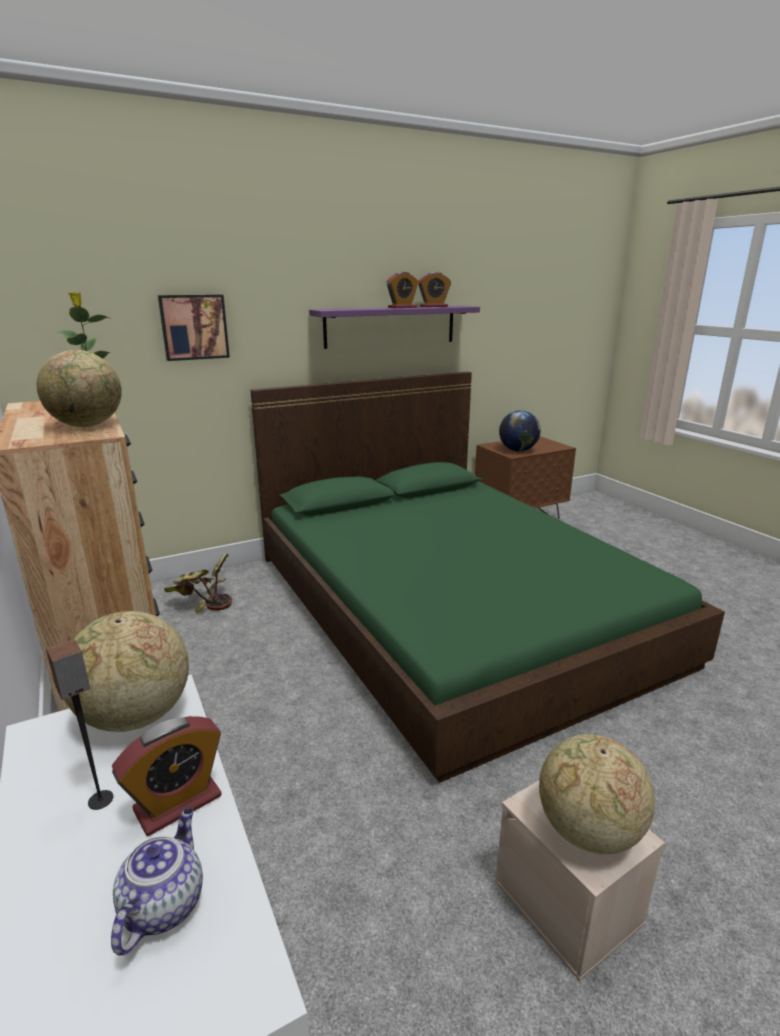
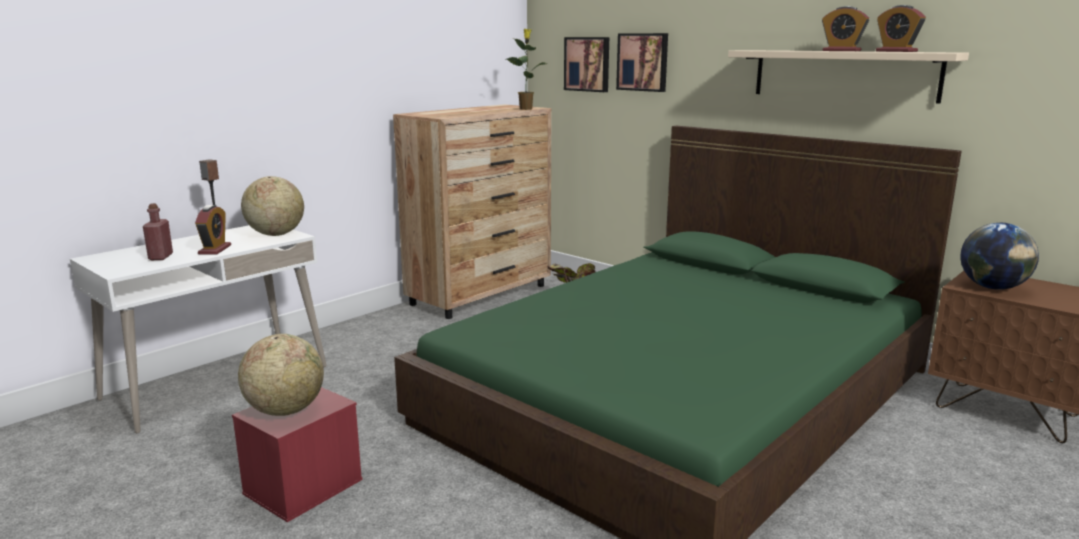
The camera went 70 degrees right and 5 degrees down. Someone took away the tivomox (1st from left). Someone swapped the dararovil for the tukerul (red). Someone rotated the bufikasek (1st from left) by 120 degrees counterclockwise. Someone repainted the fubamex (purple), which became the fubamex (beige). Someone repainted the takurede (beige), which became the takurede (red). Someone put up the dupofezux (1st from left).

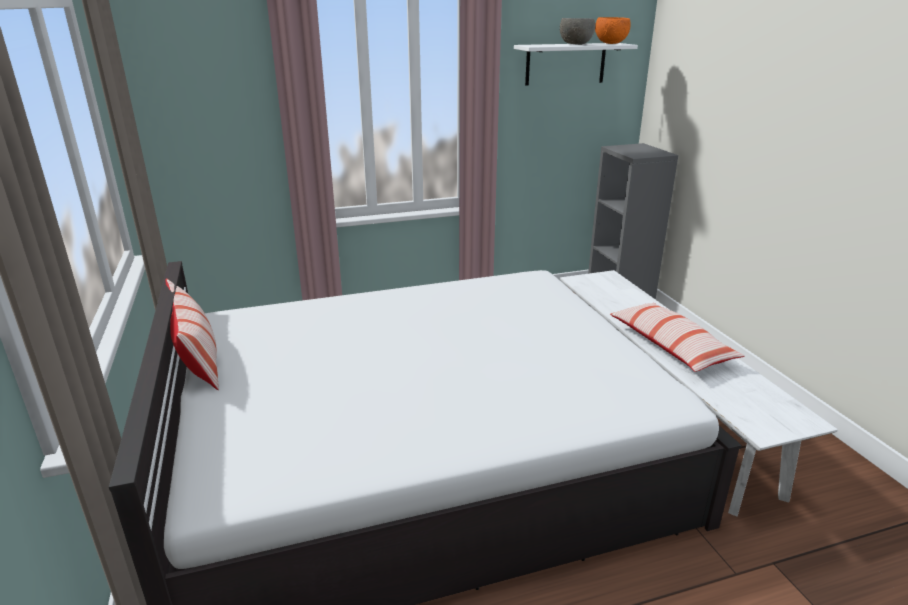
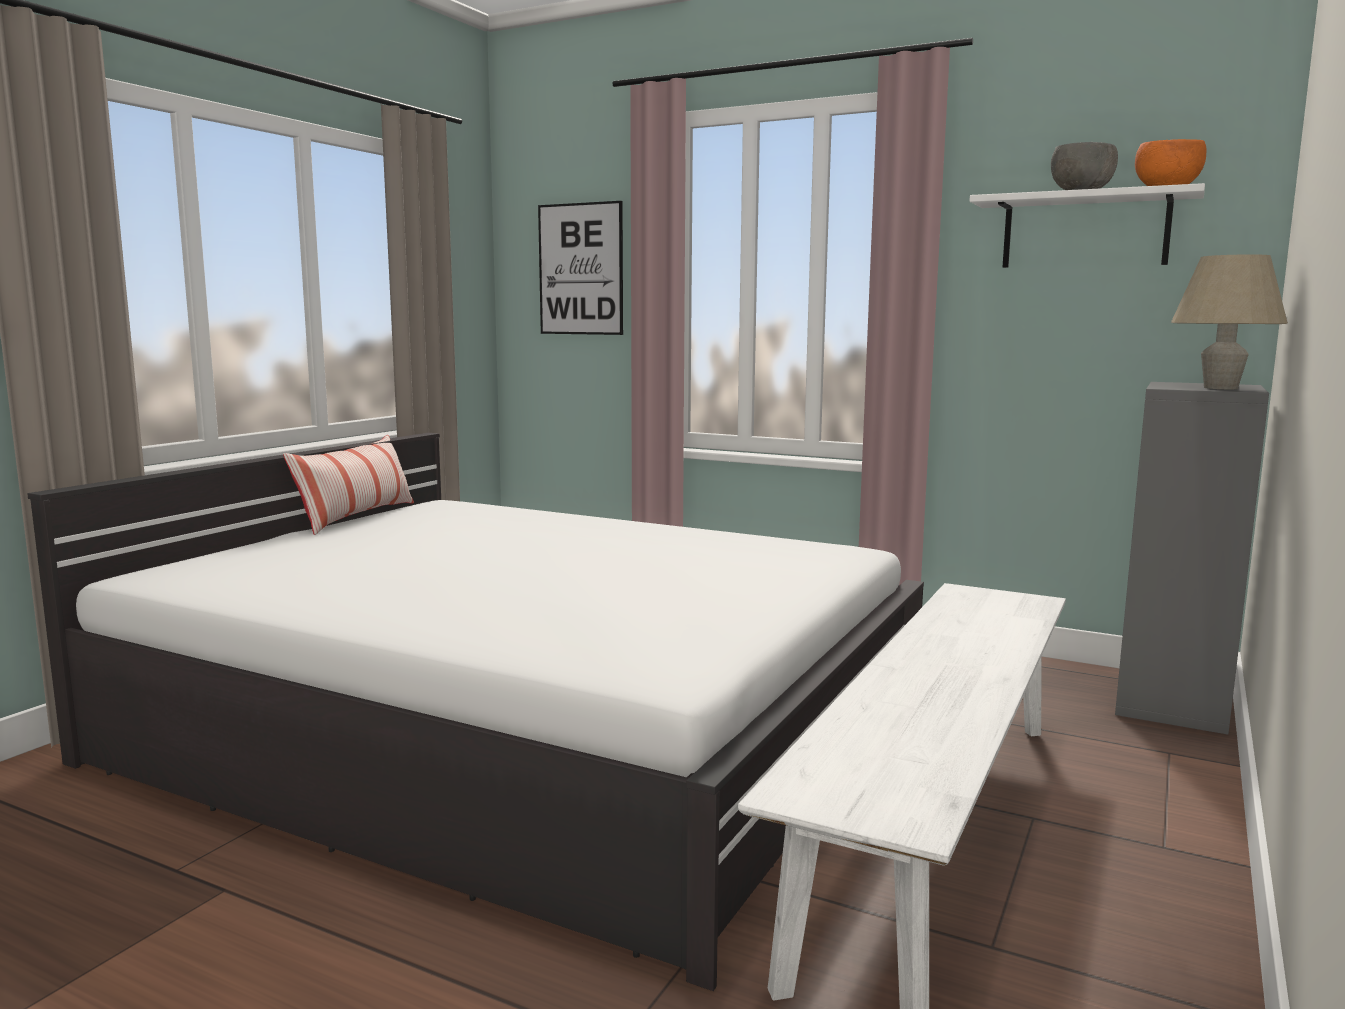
The camera went 45 degrees right and 15 degrees down. Someone took away the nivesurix (2nd from left). Someone put up the dupofezux. Someone put down the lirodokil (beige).

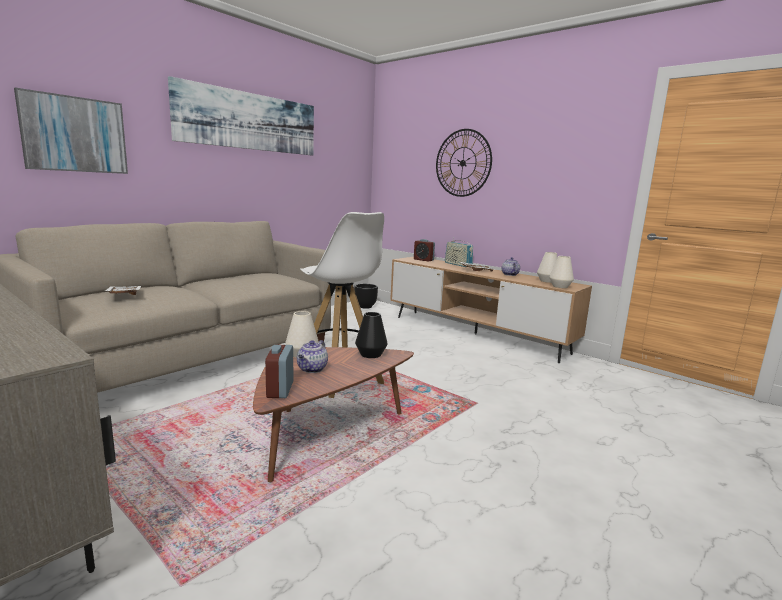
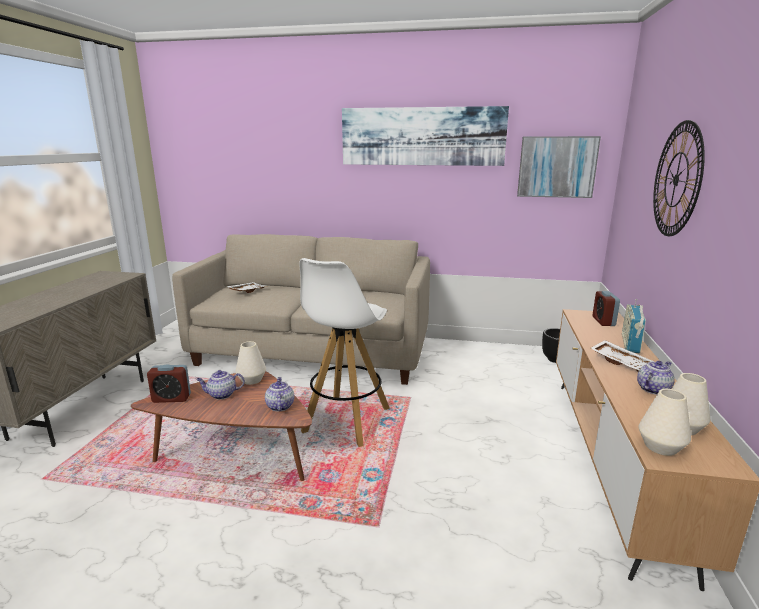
The camera went 60 degrees right and 5 degrees up. Someone carried the dupofezux (1st from left in the first image). Someone rotated the bufikasek (1st from left) by 150 degrees counterclockwise. Someone swapped the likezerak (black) for the dararovil (2nd from left).

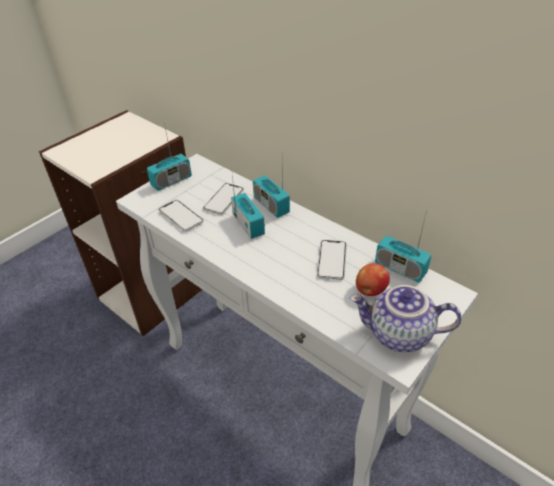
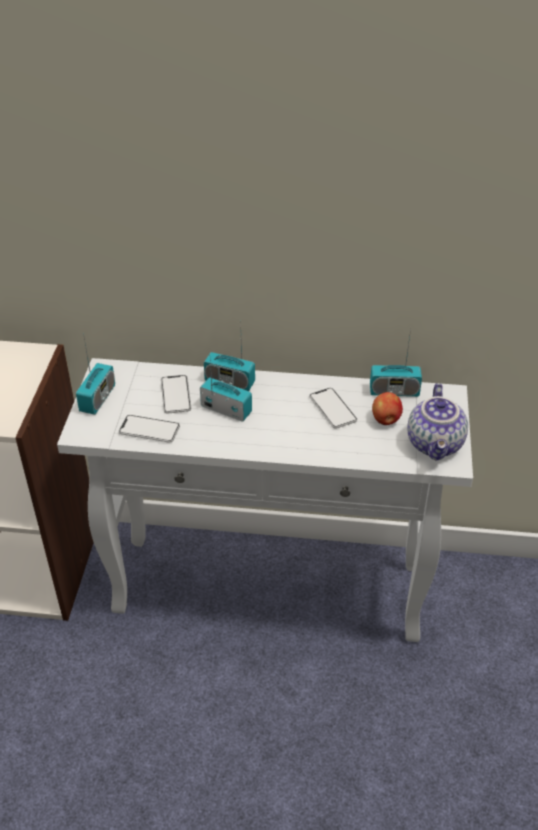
The camera went 35 degrees left and 0 degrees up. Someone rotated the dararovil by 60 degrees counterclockwise.

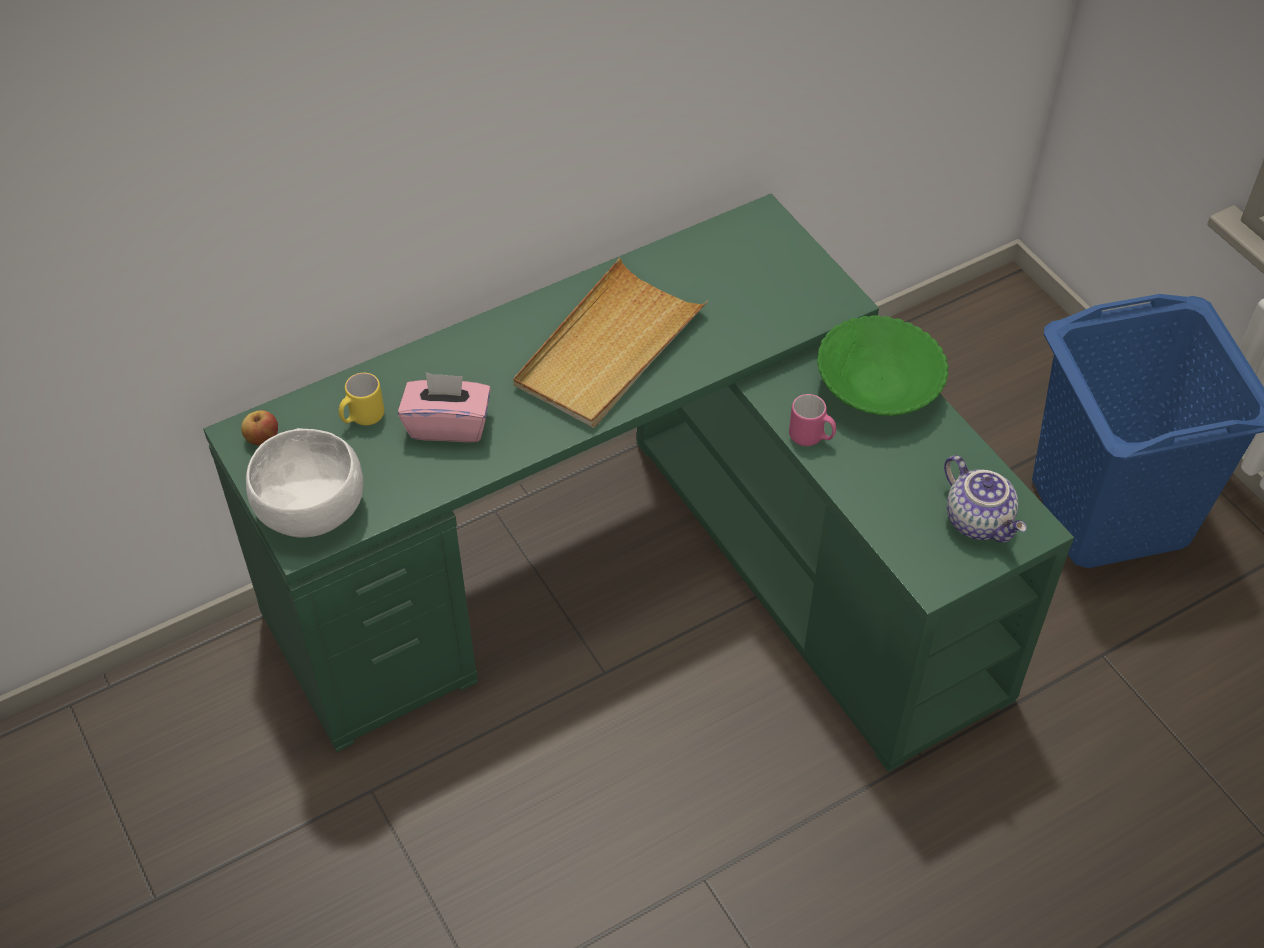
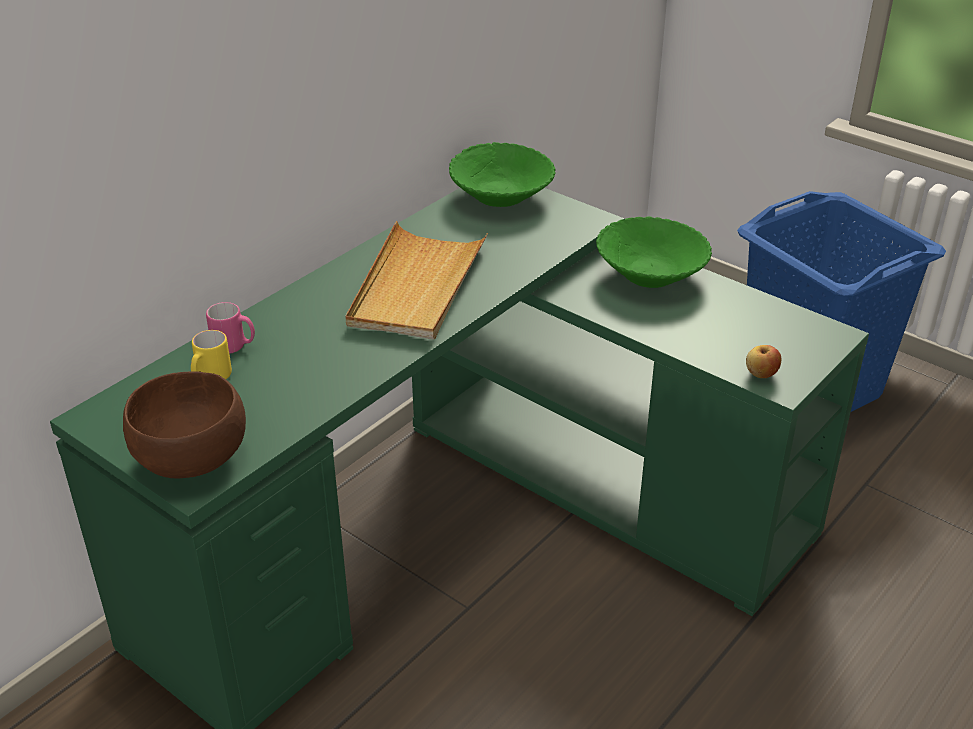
The camera went 20 degrees left and 15 degrees down. Someone carried the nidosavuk. Someone repainted the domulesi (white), which became the domulesi (brown). Someone took away the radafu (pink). Someone carried the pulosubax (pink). Someone took away the dararovil. Someone put down the domulesi (green) (1st from left).

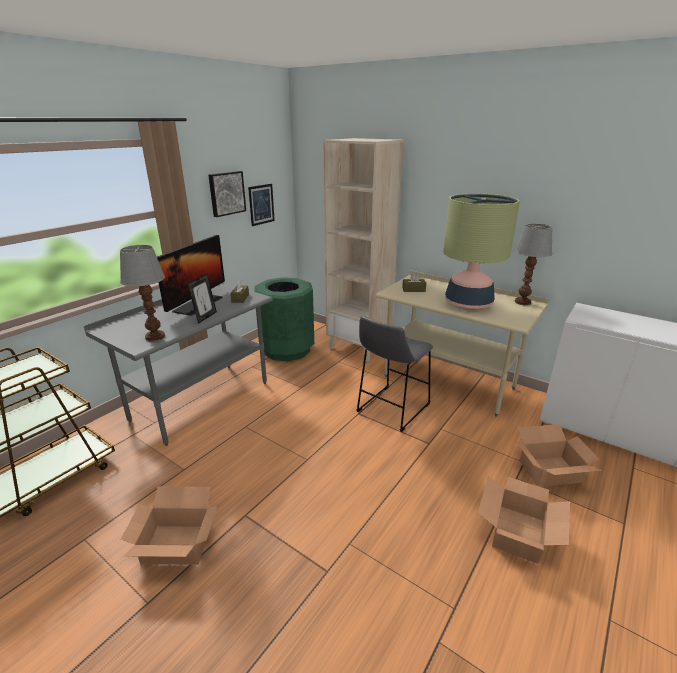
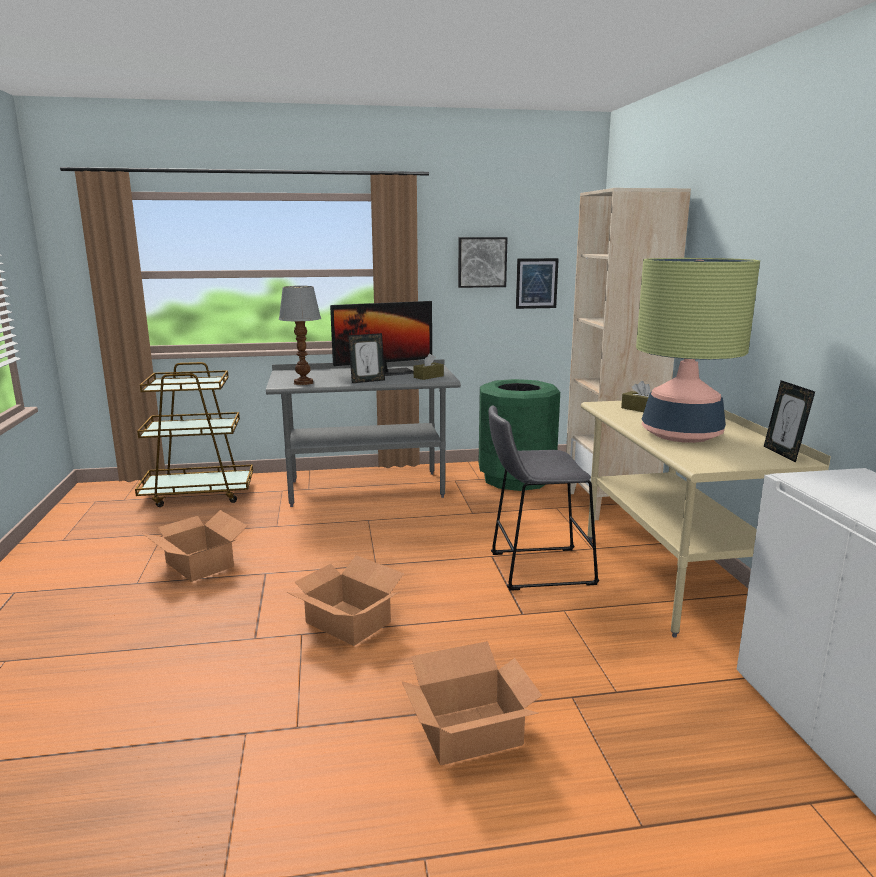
The camera went 45 degrees right and 10 degrees down. Someone swapped the lirodokil (3rd from left) for the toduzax (2nd from left). Someone carried the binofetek (3rd from left in the first image).

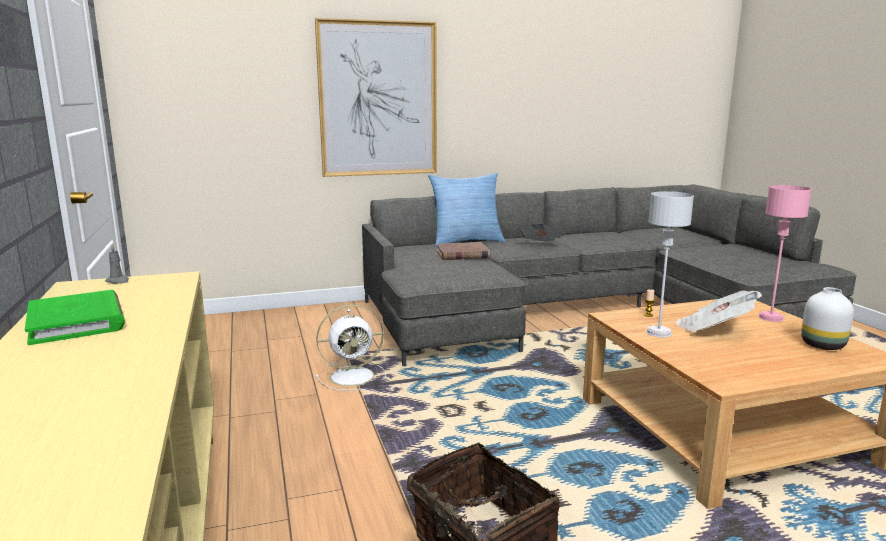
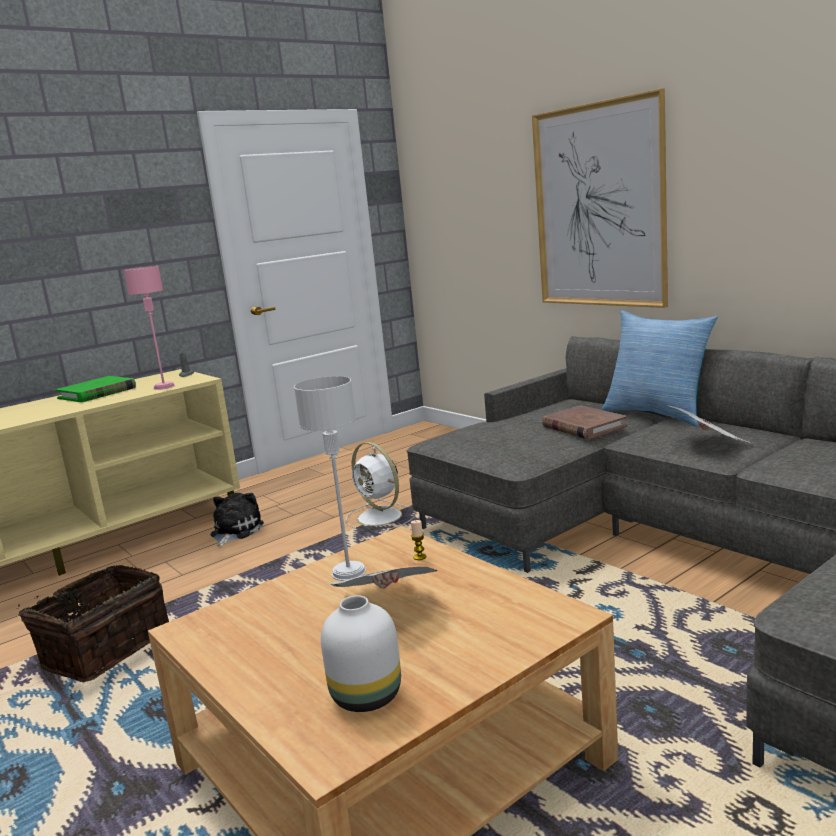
The camera went 70 degrees right and 0 degrees up. Someone carried the lirodokil (pink). Someone put down the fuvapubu.

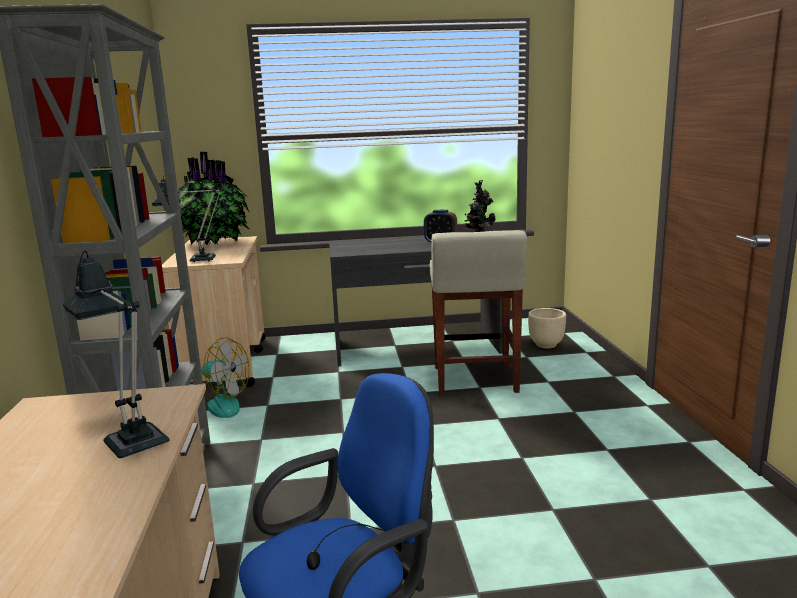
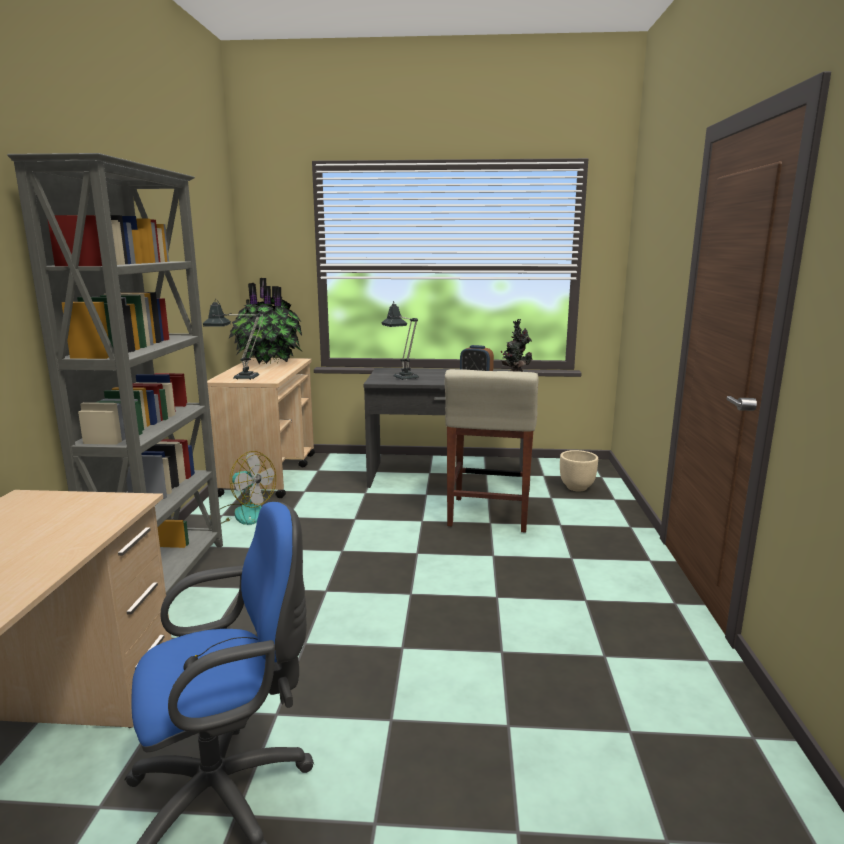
The camera went 10 degrees right and 0 degrees up. Someone carried the lirodokil (1st from left in the first image).

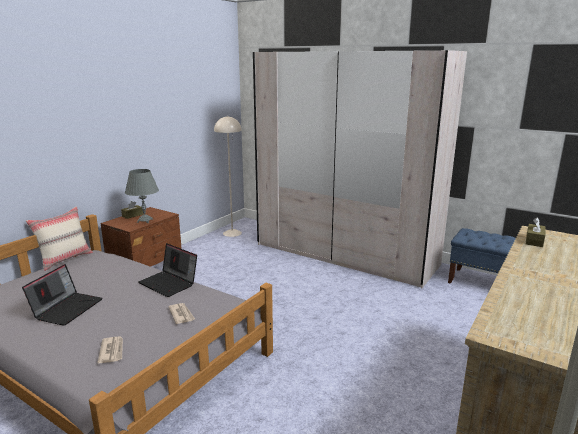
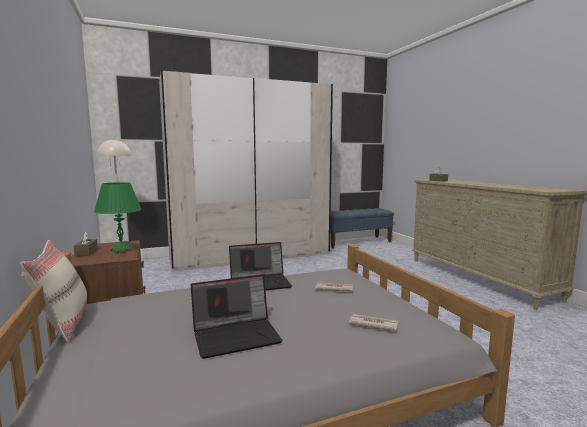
The camera went 55 degrees left and 10 degrees down. Someone rotated the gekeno (1st from left) by 105 degrees clockwise. Someone repainted the lirodokil (grey), which became the lirodokil (green).

